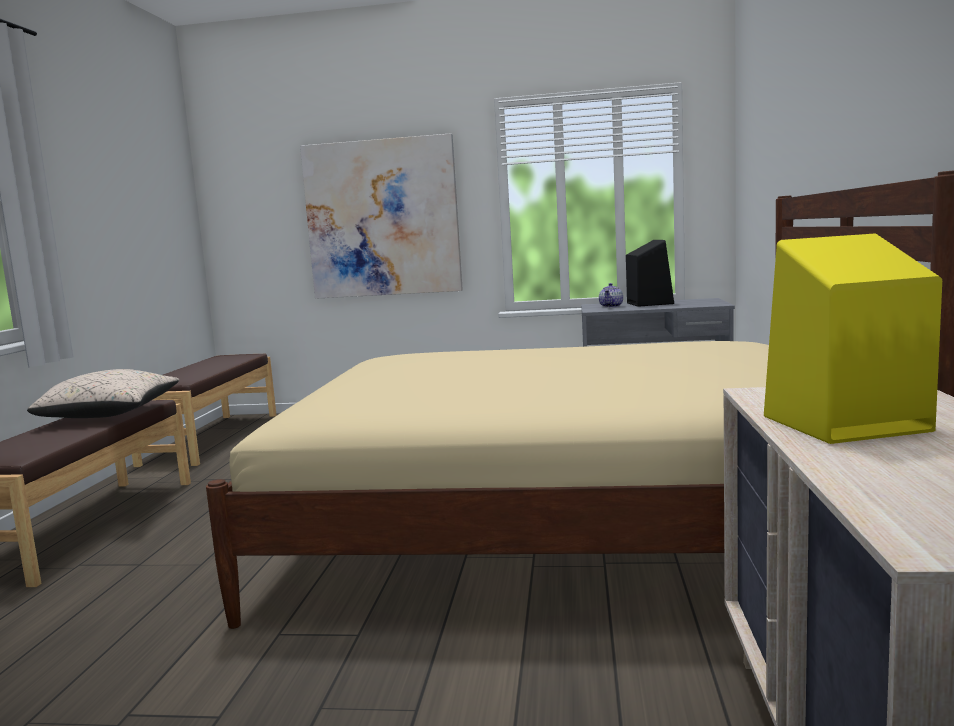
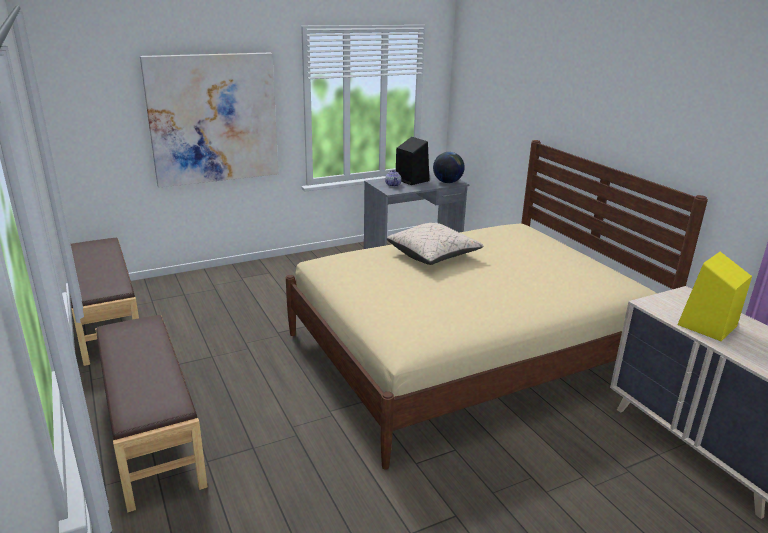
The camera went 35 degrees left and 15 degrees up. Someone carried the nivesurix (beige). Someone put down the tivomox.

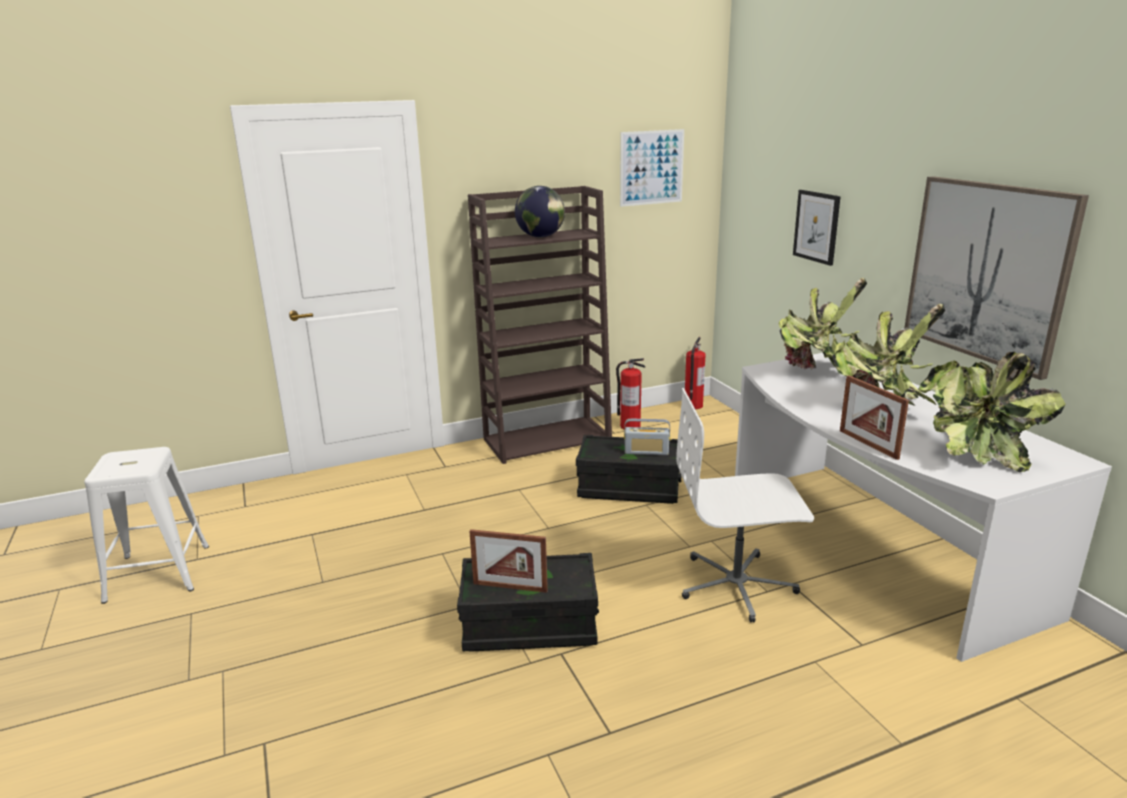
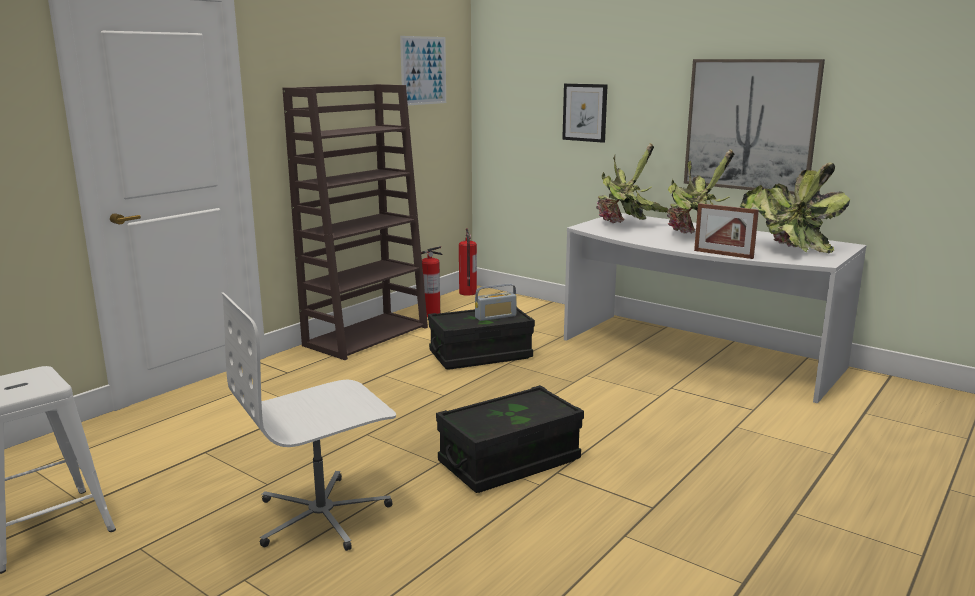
The camera went 30 degrees left and 5 degrees down. Someone took away the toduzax (1st from left). Someone took away the tivomox. Someone carried the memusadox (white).

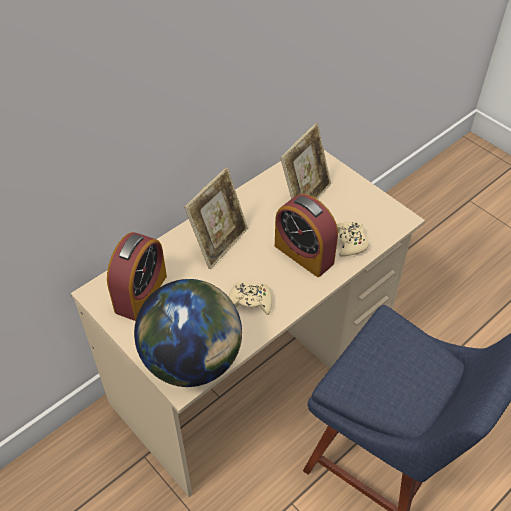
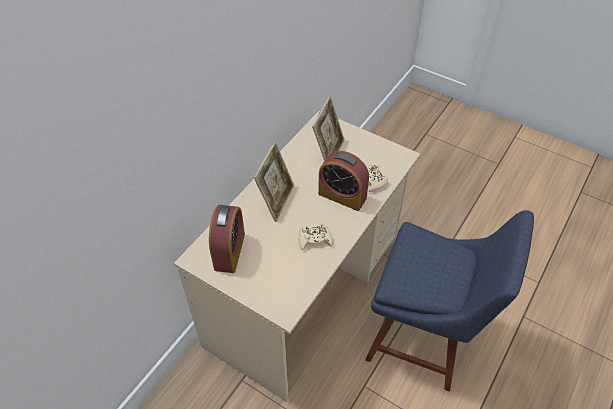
The camera went 15 degrees left and 0 degrees up. Someone took away the tivomox.

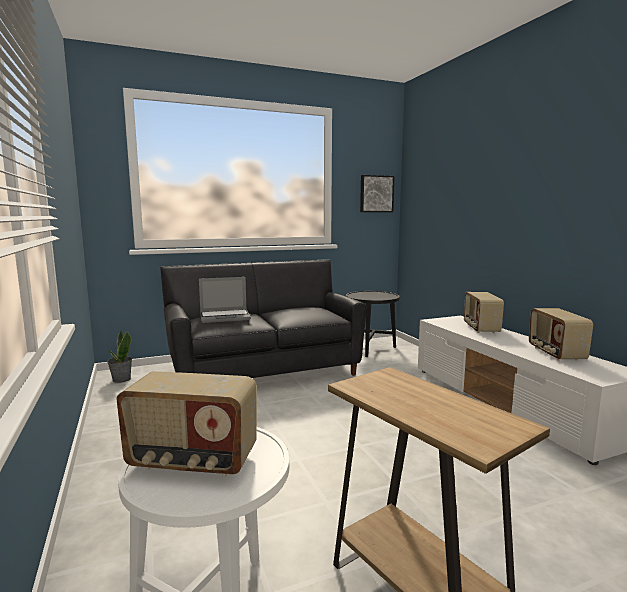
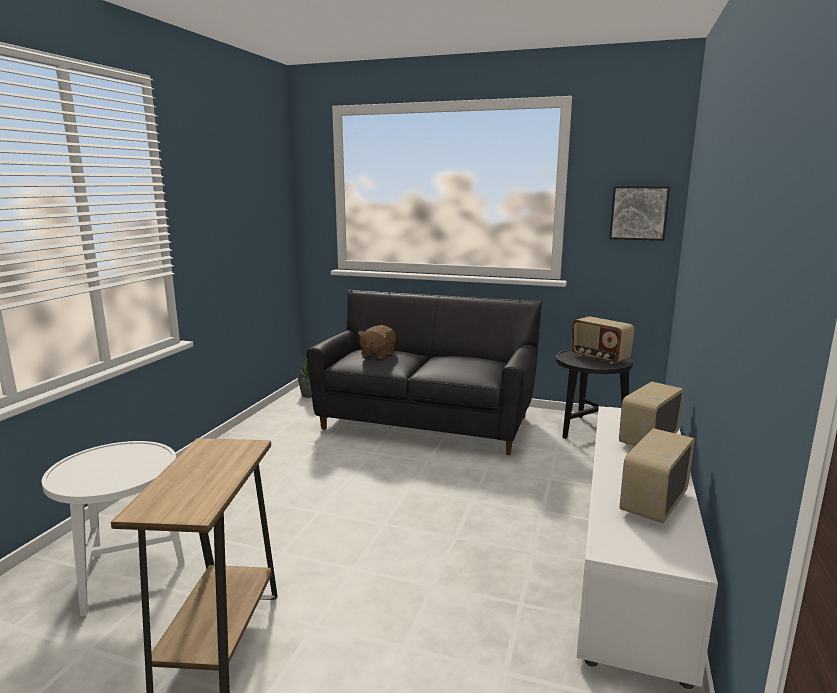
The camera went 40 degrees right and 5 degrees up. Someone carried the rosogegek (1st from left). Someone swapped the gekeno for the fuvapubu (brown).

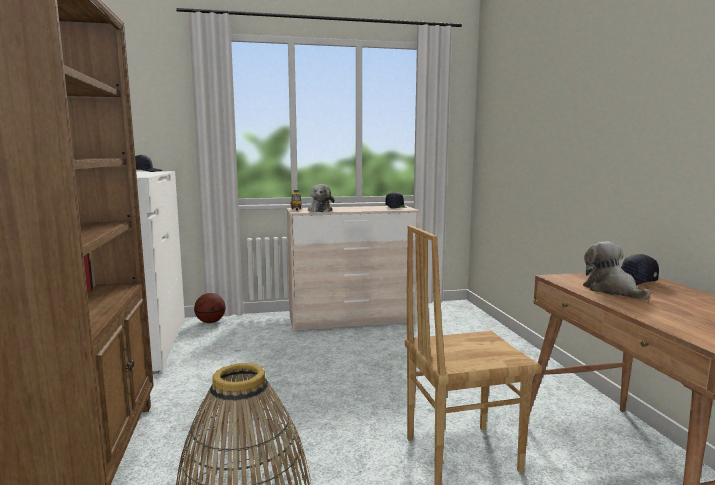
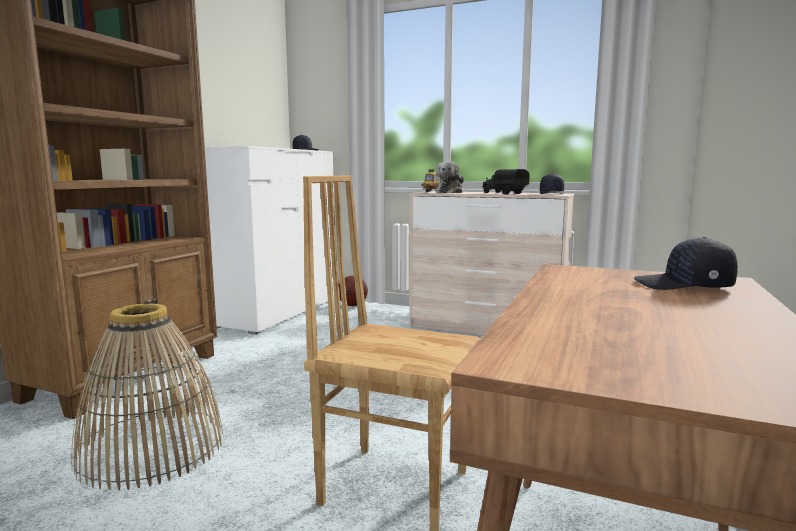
The camera went 35 degrees right and 0 degrees up. Someone took away the fuvapubu (2nd from left). Someone put down the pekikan.

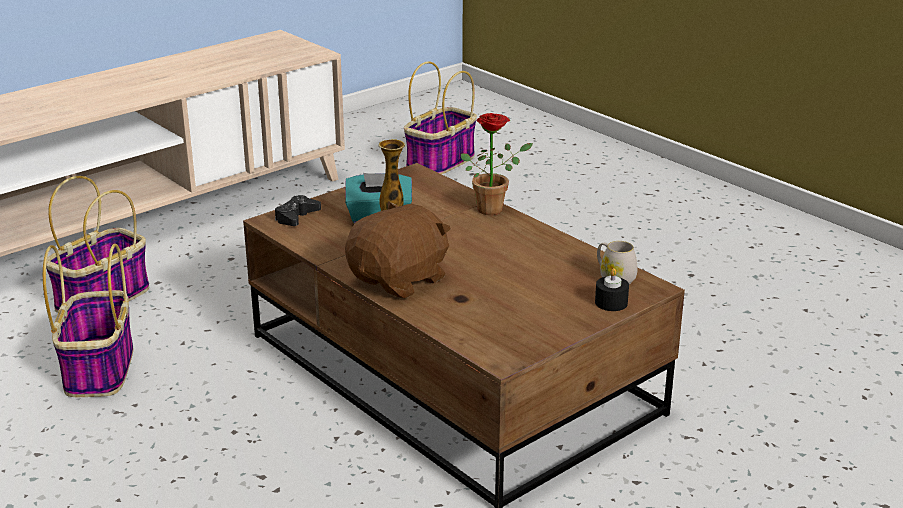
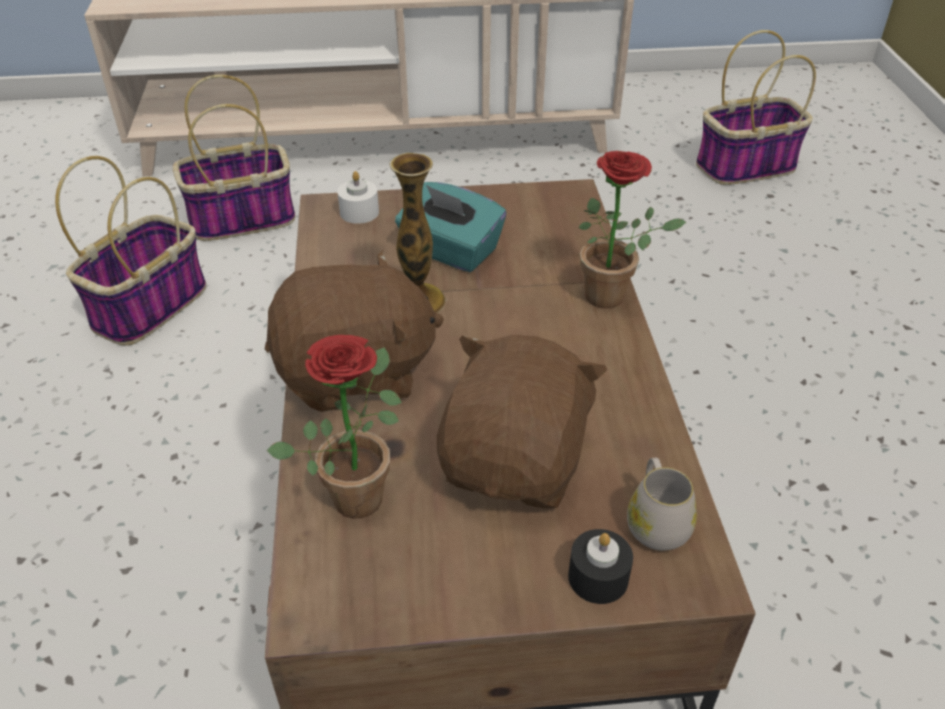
The camera went 35 degrees right and 15 degrees up. Someone swapped the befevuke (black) for the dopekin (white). Someone put down the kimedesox (1st from left). Someone put down the fuvapubu (brown) (2nd from left).

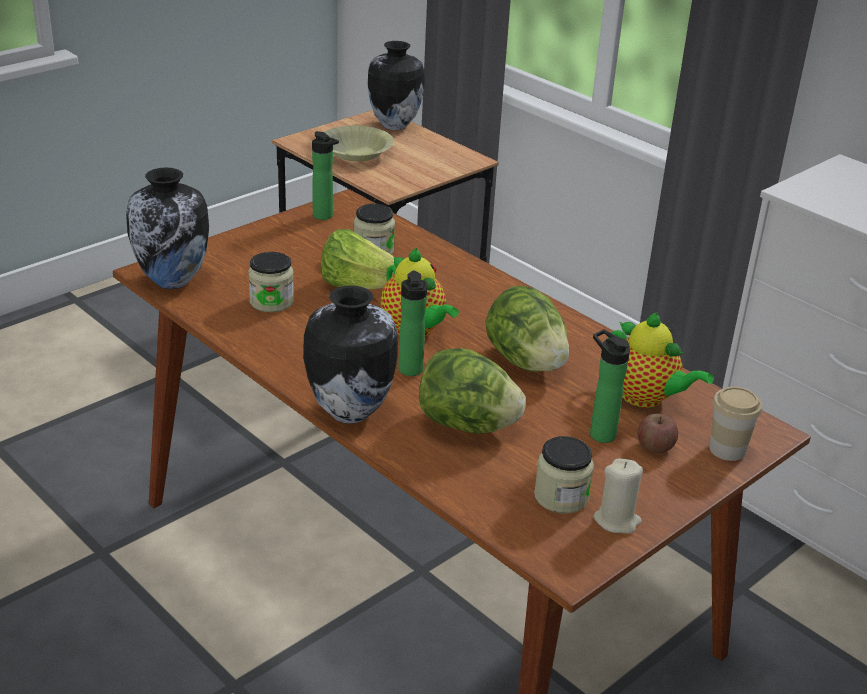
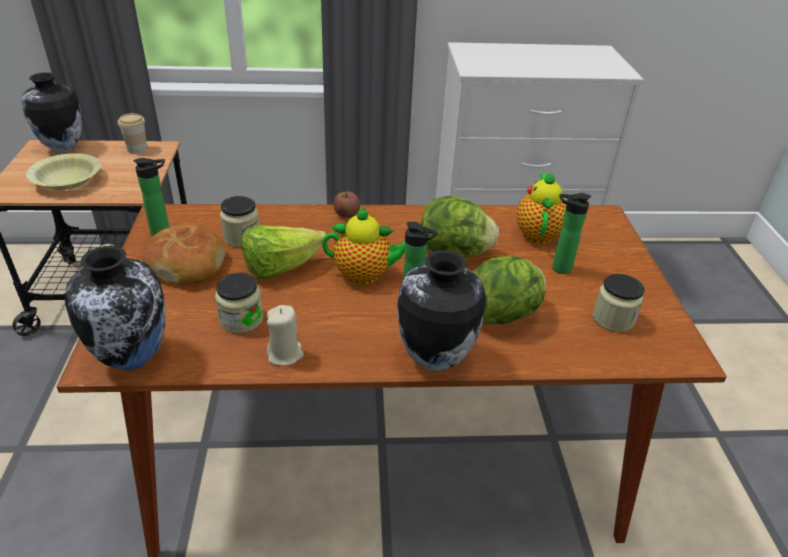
The camera went 50 degrees left and 5 degrees up. Someone carried the dopekin (beige). Someone rotated the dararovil (2nd from left) by 75 degrees counterclockwise. Someone carried the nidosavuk. Someone carried the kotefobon. Someone put down the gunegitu.

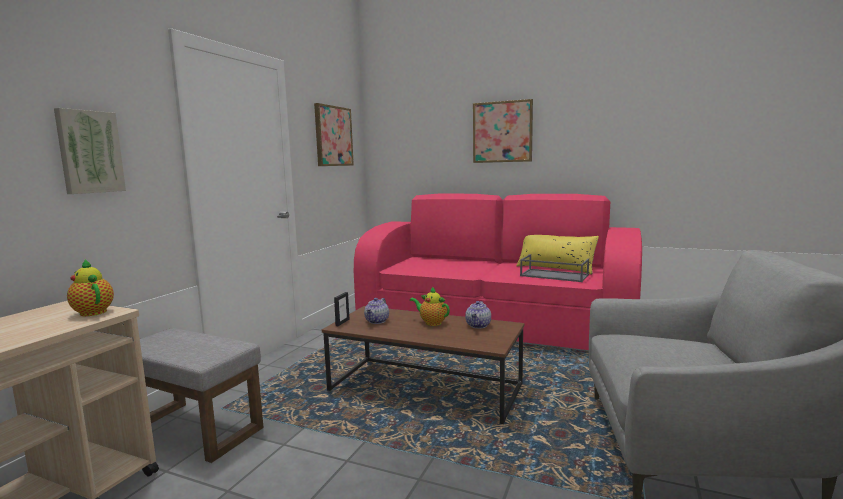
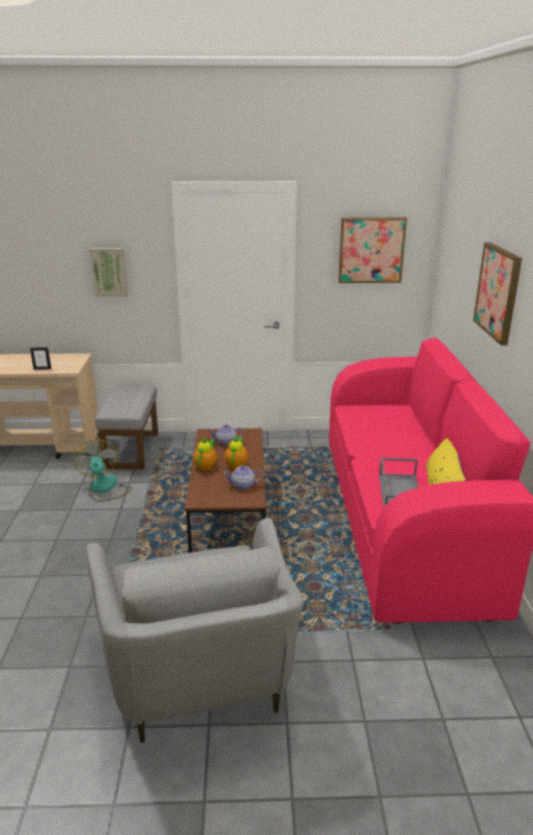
The camera went 65 degrees right and 15 degrees up. Someone carried the dararovil (1st from left). Someone carried the toduzax. Someone put down the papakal.

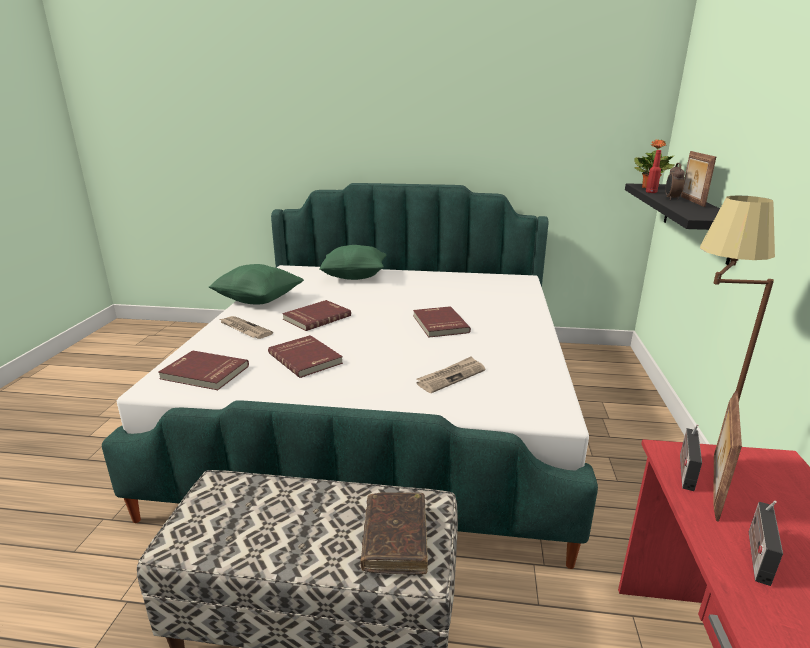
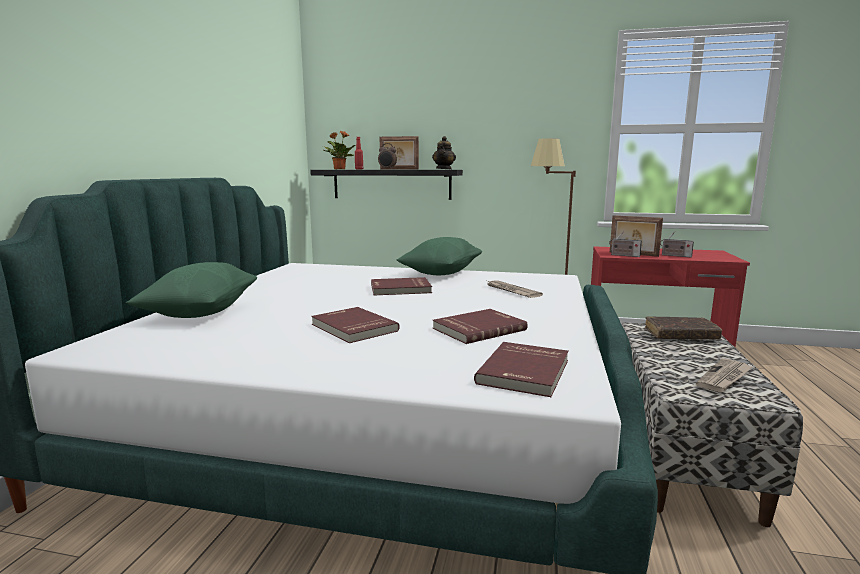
The camera went 85 degrees left and 10 degrees down. Someone carried the nivesurix (green) (1st from left in the first image). Someone carried the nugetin (1st from left in the first image). Someone put down the dararovil.

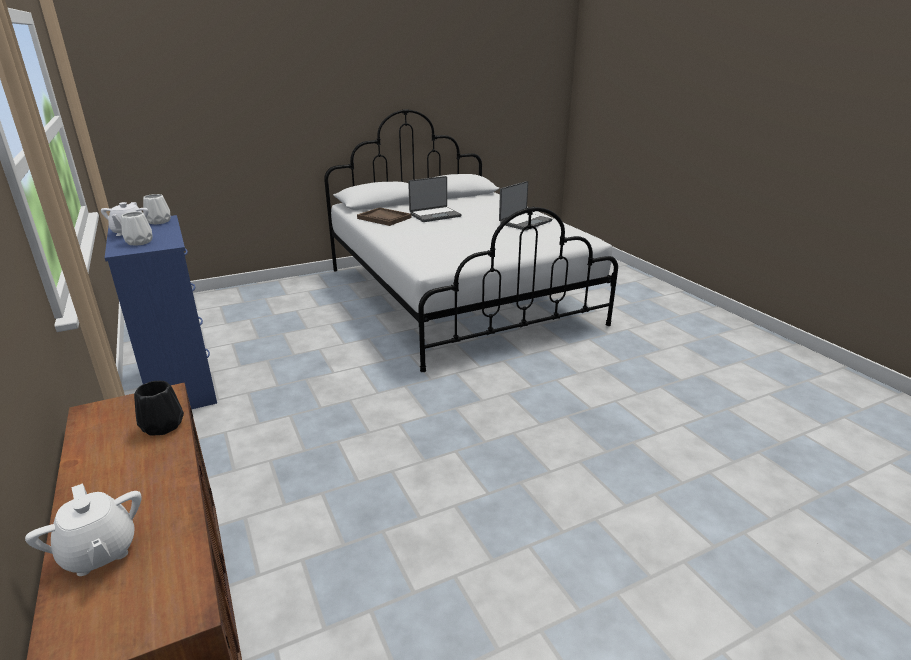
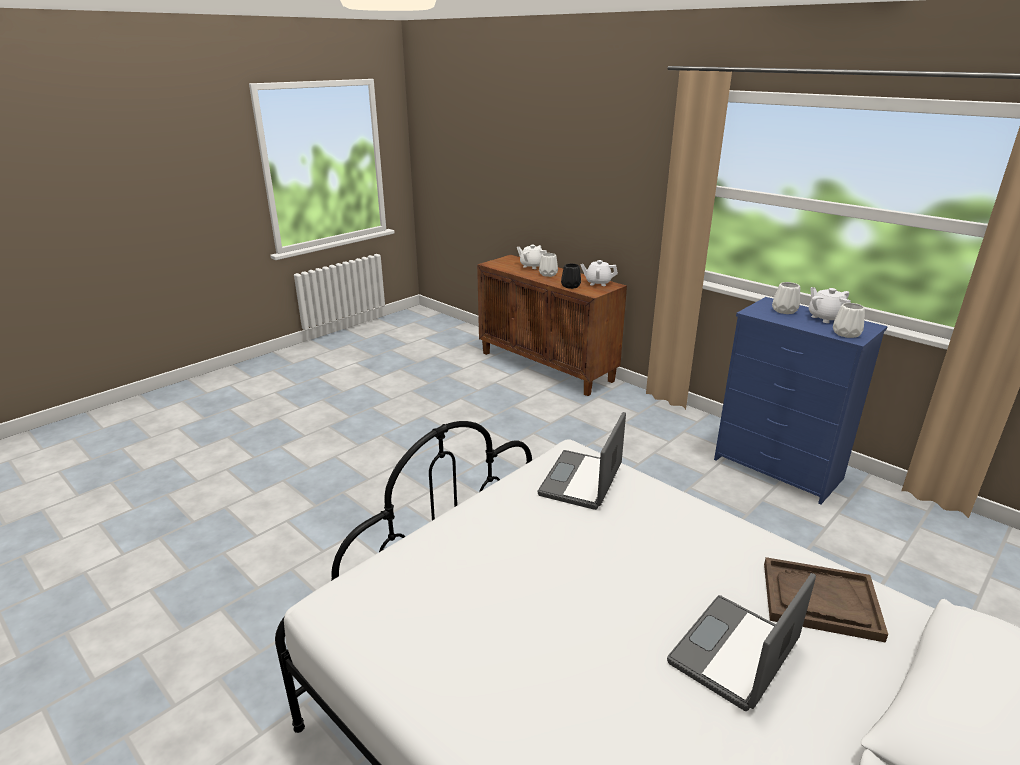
The camera went 160 degrees right and 0 degrees up. Someone carried the gekeno (2nd from left in the first image). Someone put down the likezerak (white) (1st from left). Someone put down the dararovil (white) (2nd from left).

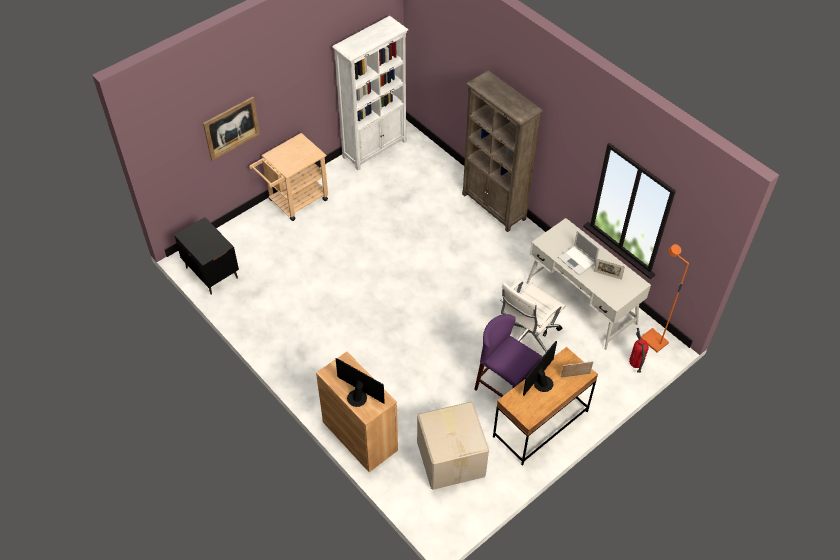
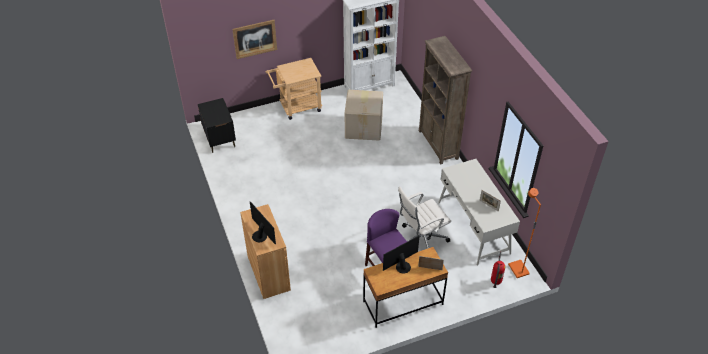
The camera went 20 degrees right and 5 degrees down. Someone carried the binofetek. Someone took away the gekeno.

